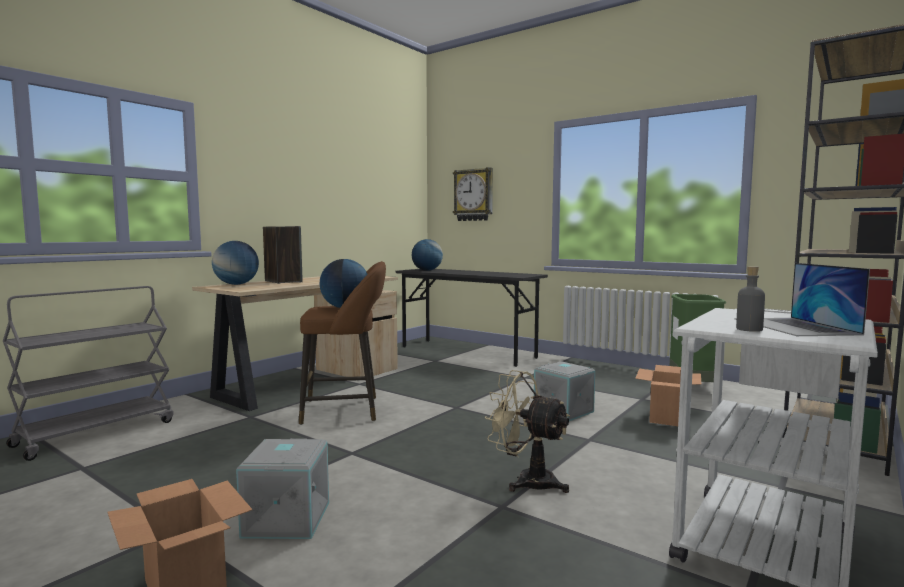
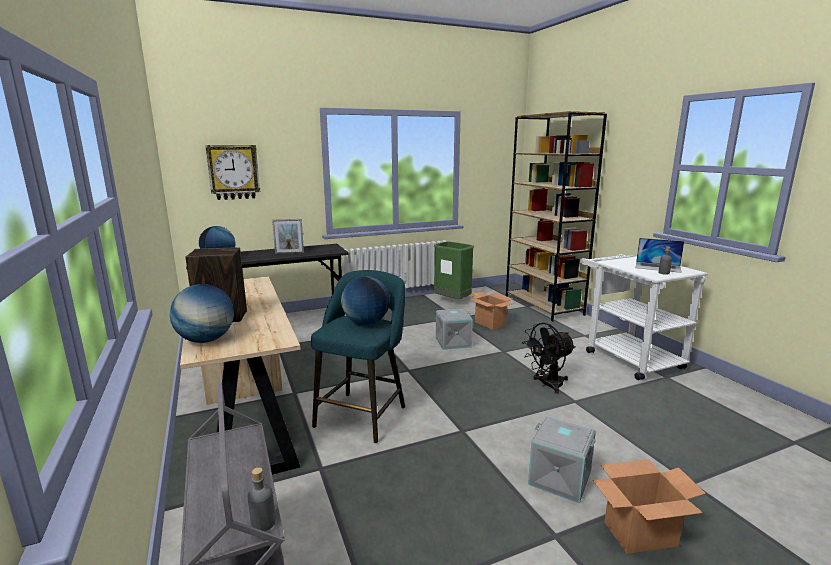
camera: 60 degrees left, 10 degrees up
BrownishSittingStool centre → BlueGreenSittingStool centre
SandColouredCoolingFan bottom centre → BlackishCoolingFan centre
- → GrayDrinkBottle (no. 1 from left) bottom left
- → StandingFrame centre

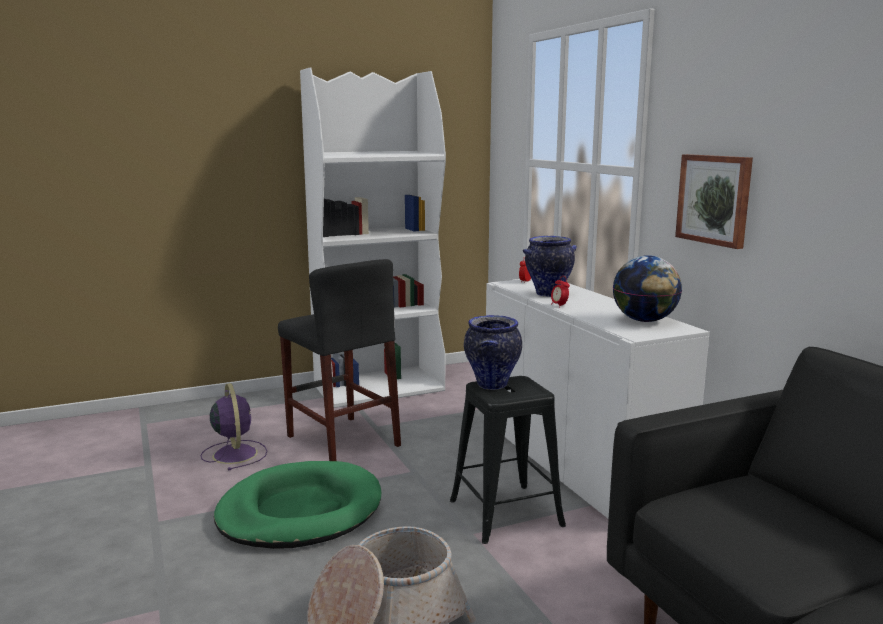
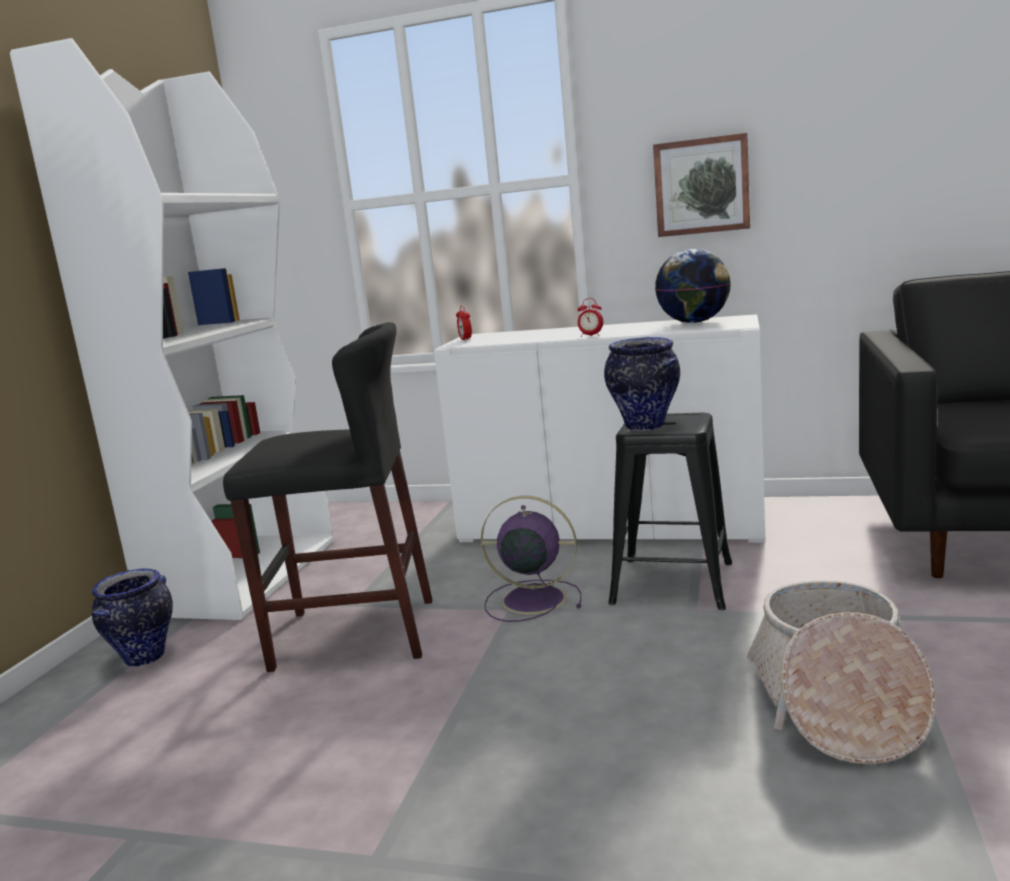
camera: 50 degrees left, 0 degrees up
PurpleColouredCoolingFan bottom left → PurpleColouredCoolingFan centre, shifted
GreenColouredDogCushion bottom centre → -
Vase (no. 2 from left in the first image) centre → Vase (no. 1 from left) bottom left, shifted

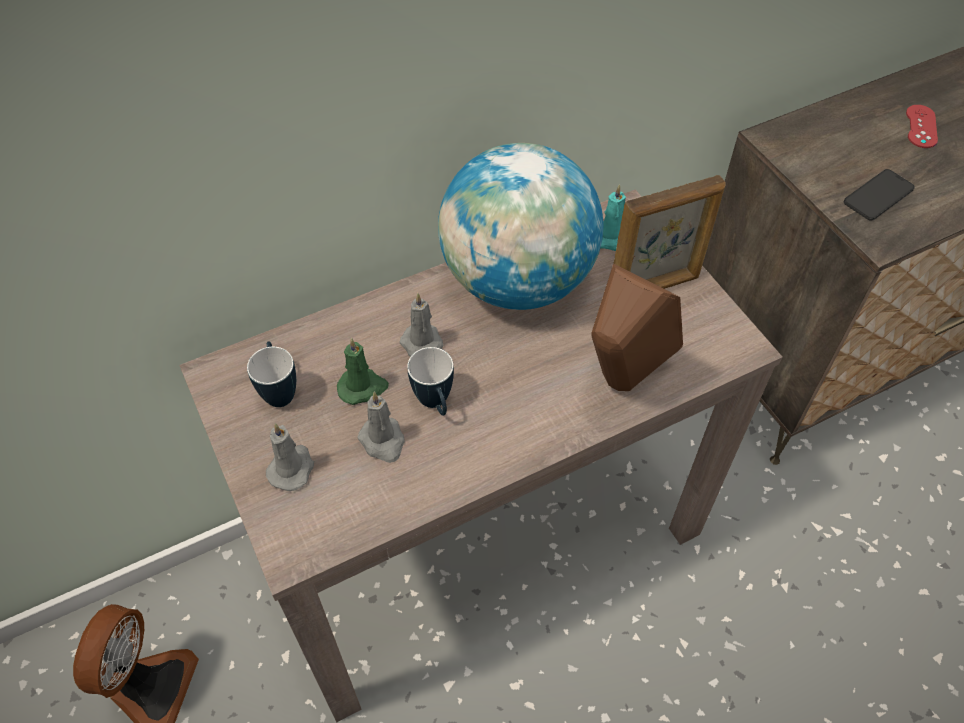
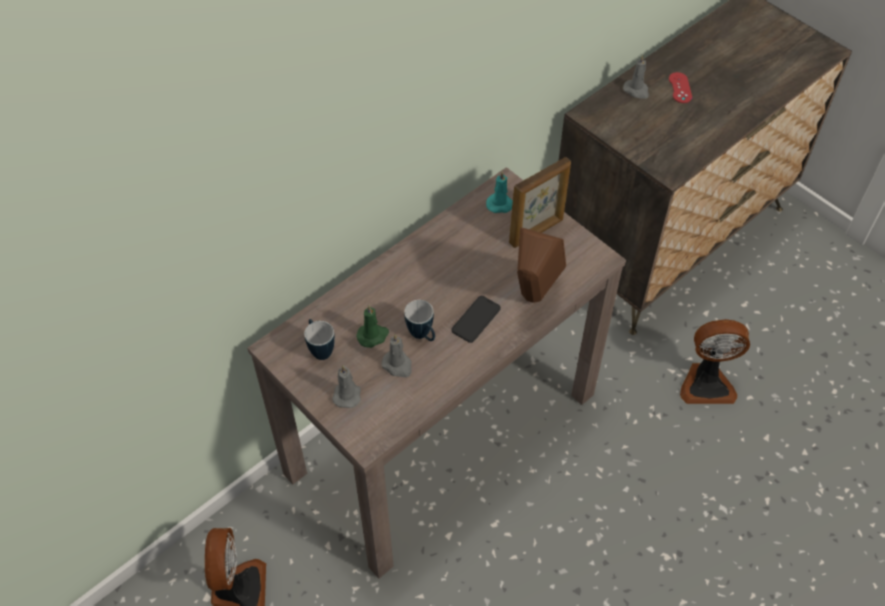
camera: 15 degrees left, 0 degrees up
GrayWaxCandle (no. 3 from left) centre → GrayWaxCandle (no. 3 from left) top right, shifted
Globe top centre → -
Phone top right → Phone centre, shifted
- → CoolingFan (no. 2 from left) middle right

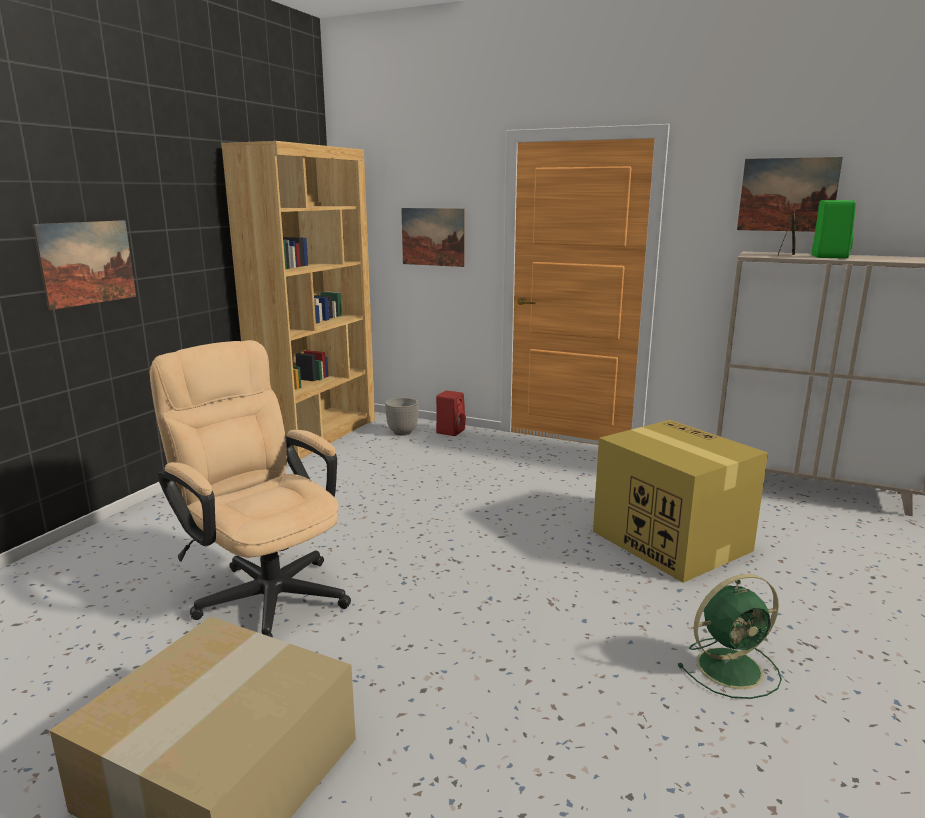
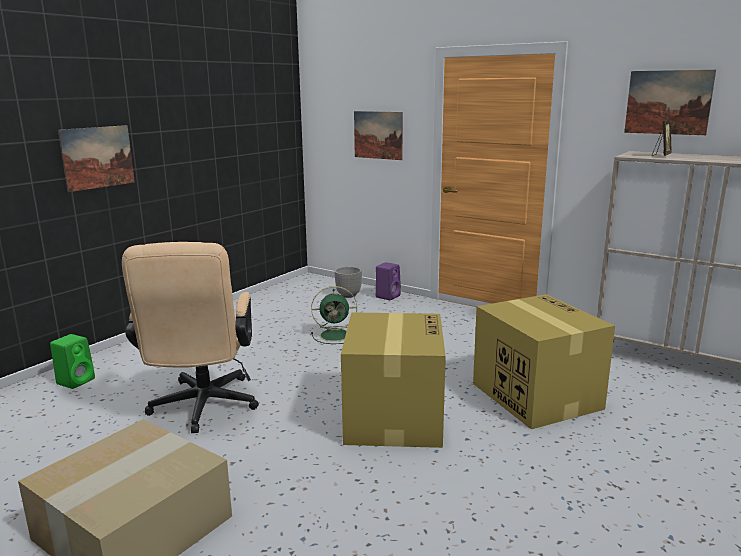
camera: 10 degrees right, 0 degrees up
SandColouredOfficeChair middle left, 150 degrees counterclockwise
BrownishShelvingUnit middle left → -
ReddishSpeaker centre → PurpleColouredSpeaker centre
GreenColouredCoolingFan bottom right → GreenColouredCoolingFan centre, shifted
GreenColouredSpeaker top right → GreenColouredSpeaker middle left, shifted
- → PackingBox (no. 2 from left) bottom centre

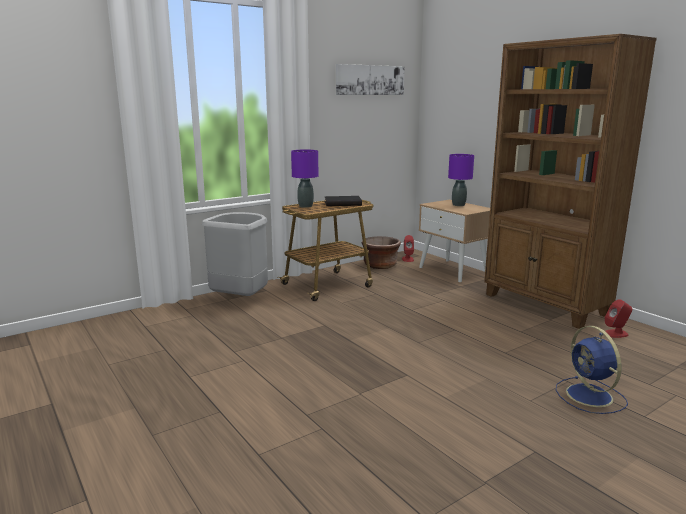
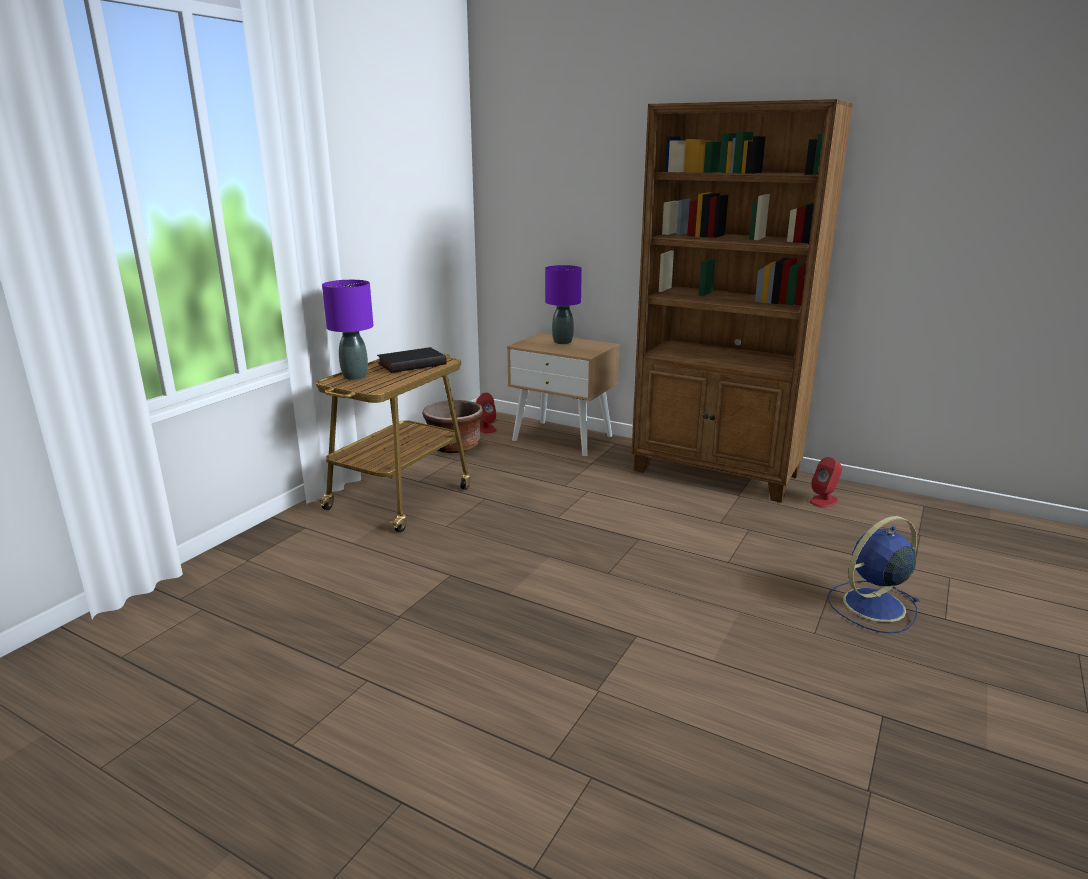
camera: 25 degrees left, 5 degrees up
GrayWasteBin centre → -
Picture top centre → -
BlueCoolingFan bottom right → BlueCoolingFan middle right, 105 degrees clockwise

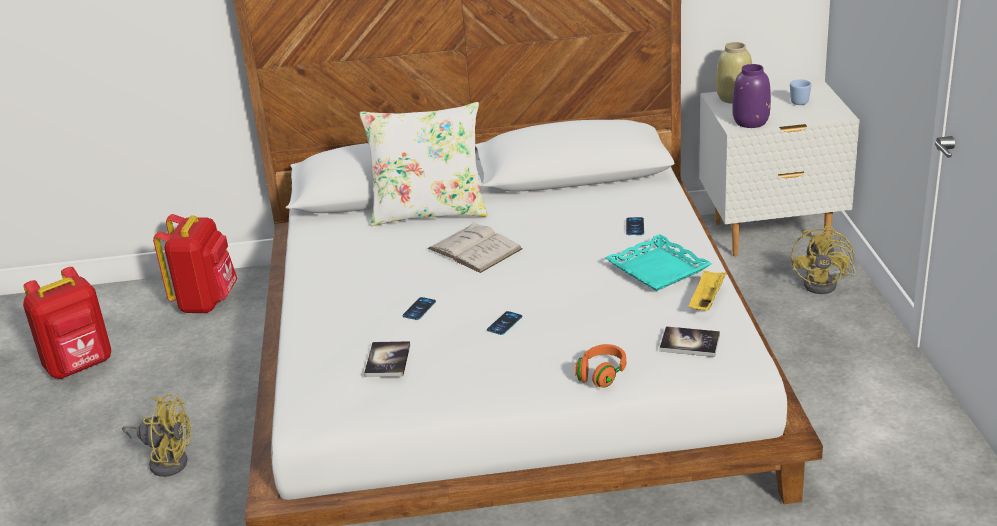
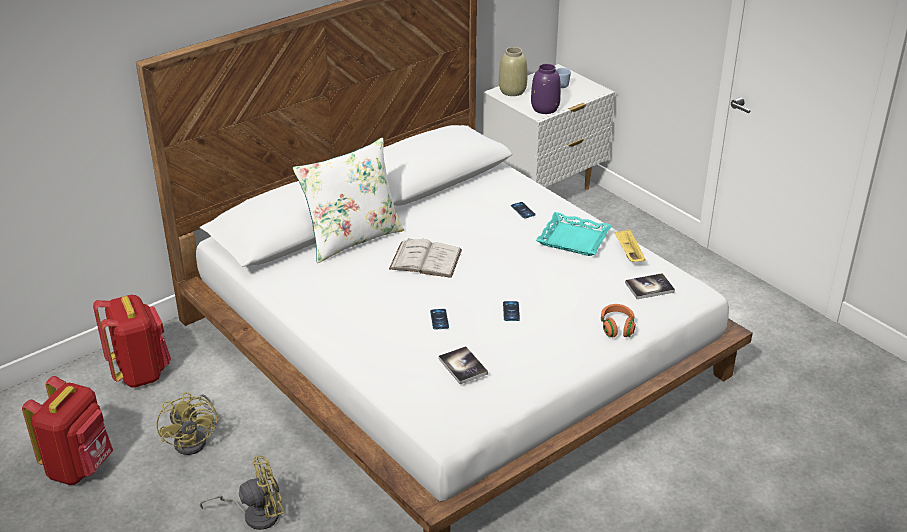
camera: 35 degrees left, 5 degrees up
YellowColouredCoolingFan (no. 2 from left in the first image) middle right → YellowColouredCoolingFan (no. 1 from left) bottom left, shifted

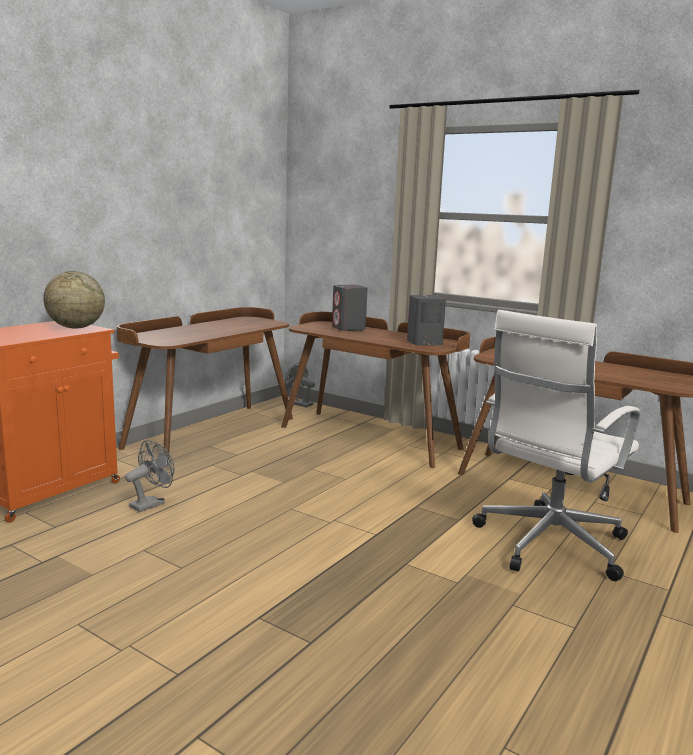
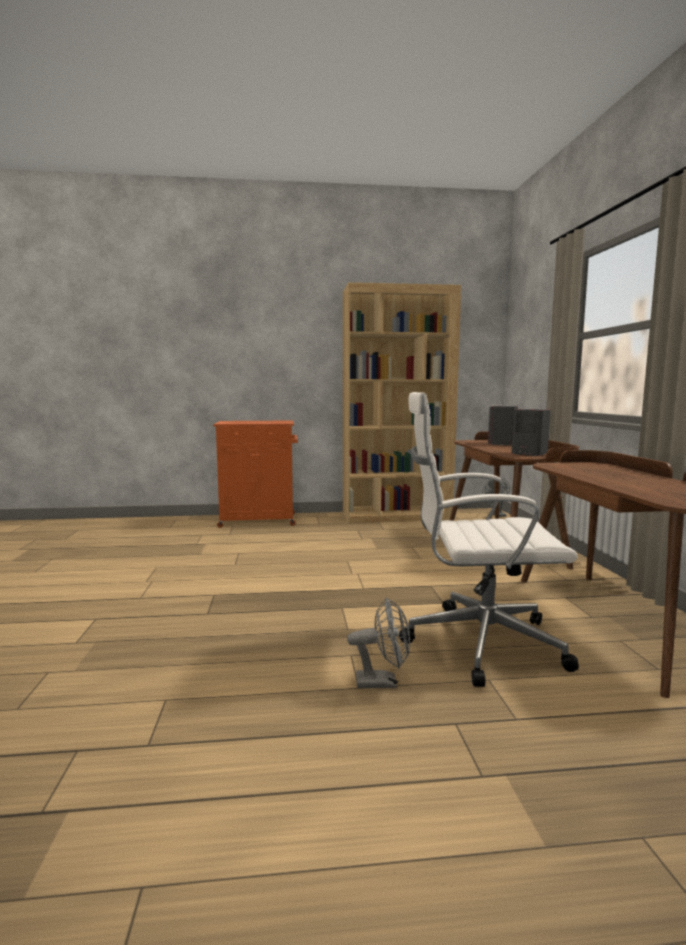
camera: 50 degrees right, 5 degrees down
Globe middle left → -
BrownishDesk (no. 1 from left) middle left → BrownishShelvingUnit centre
GrayCoolingFan (no. 1 from left) middle left → GrayCoolingFan (no. 1 from left) bottom centre, shifted

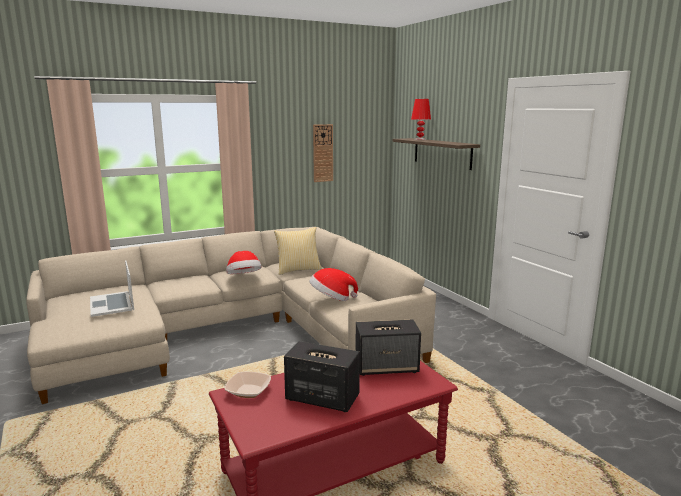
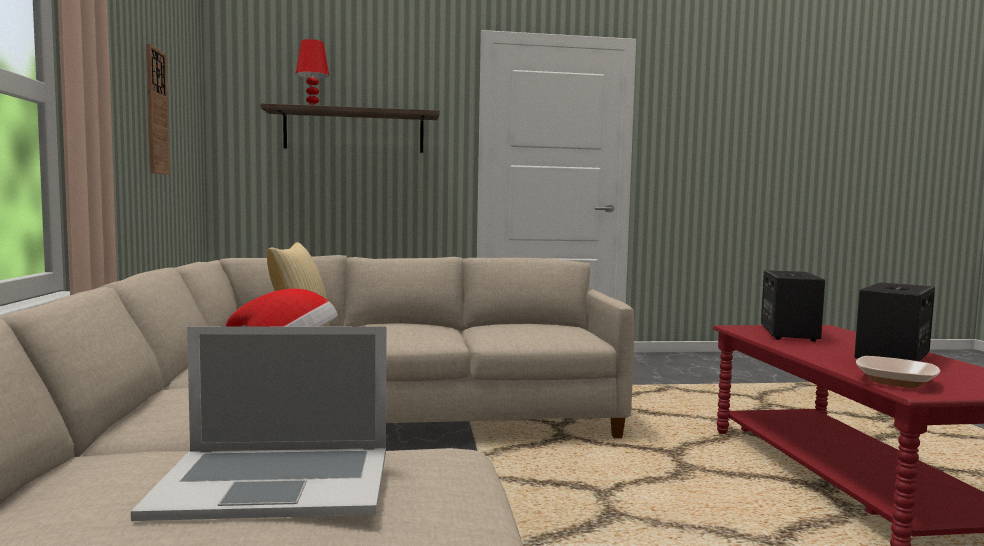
camera: 70 degrees left, 10 degrees down
ClothingHat (no. 2 from left) centre → -

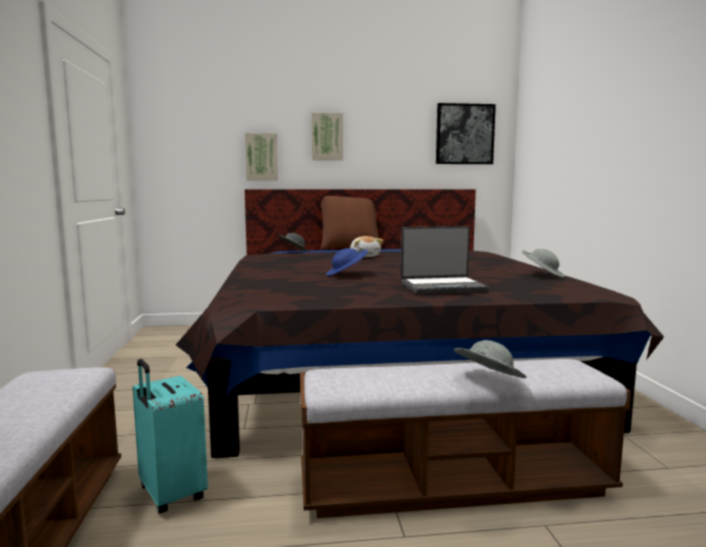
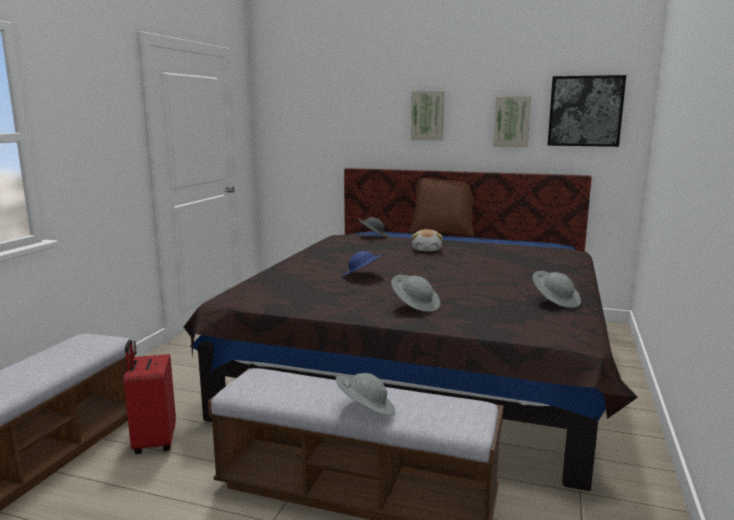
camera: 25 degrees right, 5 degrees up
BlueGreenSuitcase bottom left → ReddishSuitcase bottom left
Picture (no. 1 from left in the first image) top centre → Picture (no. 2 from left) top right, shifted
Laptop centre → GrayClothingHat (no. 3 from left) centre

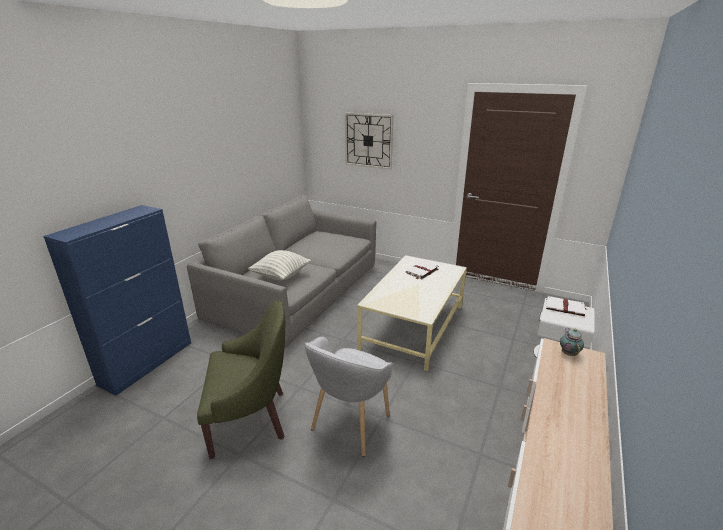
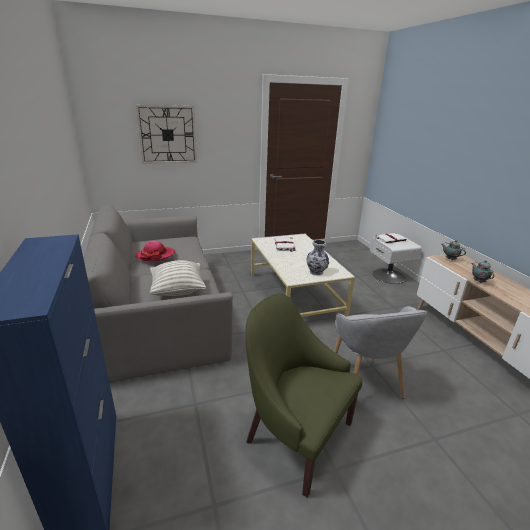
camera: 45 degrees left, 0 degrees up
GreenColouredLoungeChair bottom centre, 90 degrees counterclockwise
- → ClothingHat middle left
- → Vase centre
- → PotForTea (no. 2 from left) middle right

